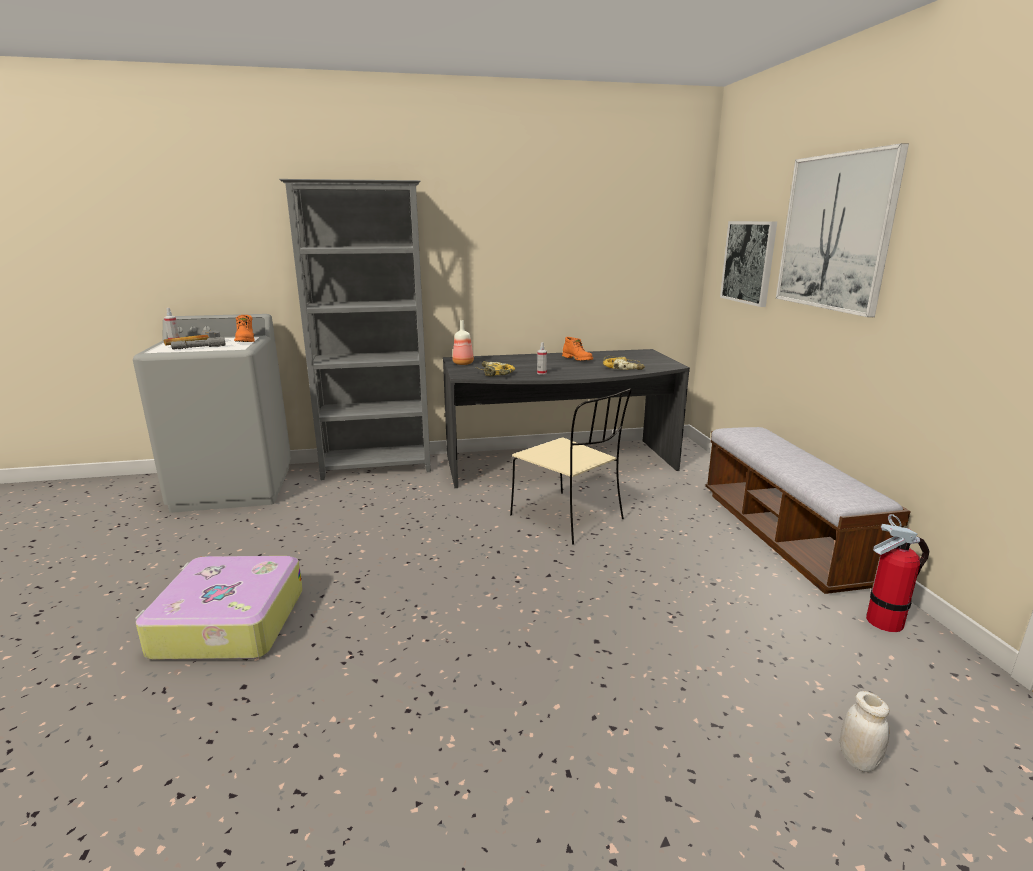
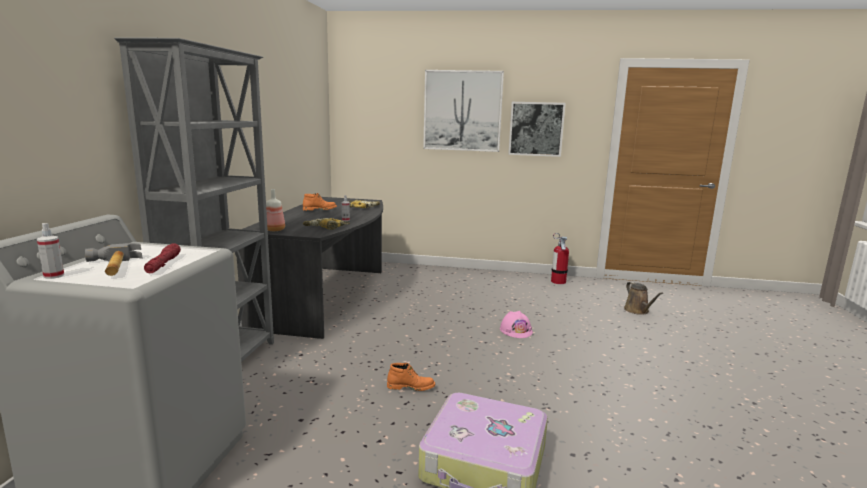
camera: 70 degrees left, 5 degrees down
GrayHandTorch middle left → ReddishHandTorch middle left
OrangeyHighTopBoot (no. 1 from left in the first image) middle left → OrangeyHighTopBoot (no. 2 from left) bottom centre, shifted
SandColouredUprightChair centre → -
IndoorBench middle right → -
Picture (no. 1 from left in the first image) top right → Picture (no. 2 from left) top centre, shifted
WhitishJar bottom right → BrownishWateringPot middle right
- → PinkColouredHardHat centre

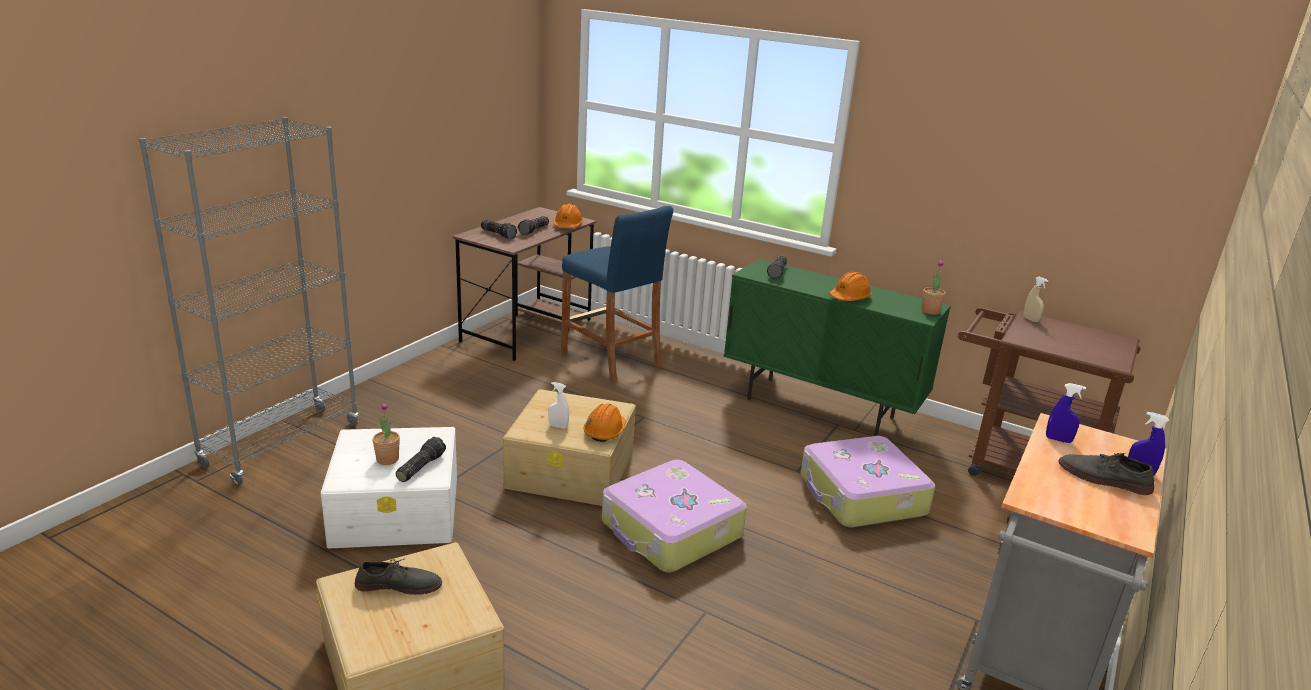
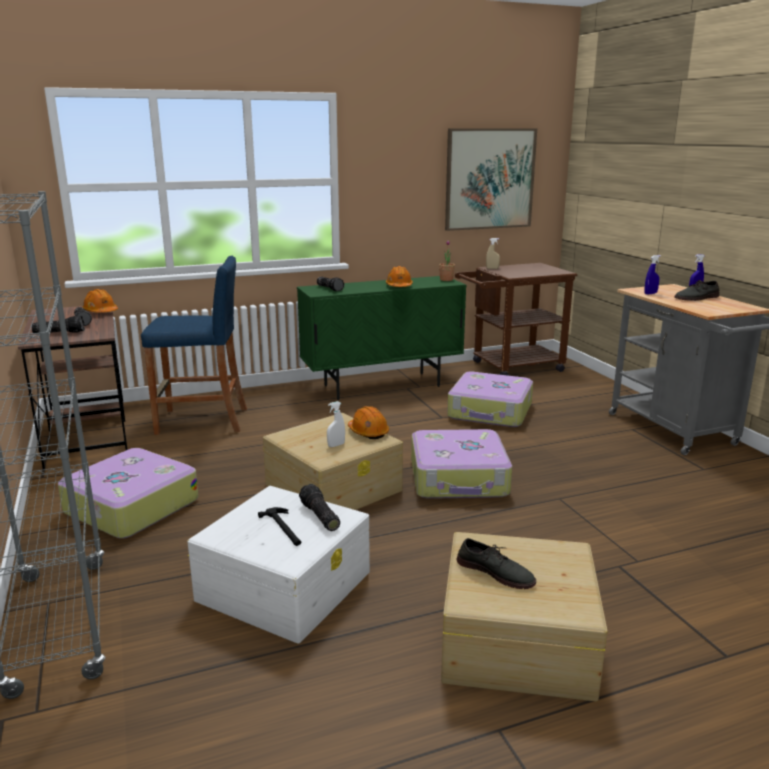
camera: 50 degrees left, 5 degrees down
GrayLowShoe (no. 1 from left) bottom left → GrayLowShoe (no. 1 from left) bottom centre, 90 degrees clockwise
Houseplant (no. 1 from left) middle left → Hammer bottom centre
- → Suitcase (no. 1 from left) middle left
- → Picture top centre

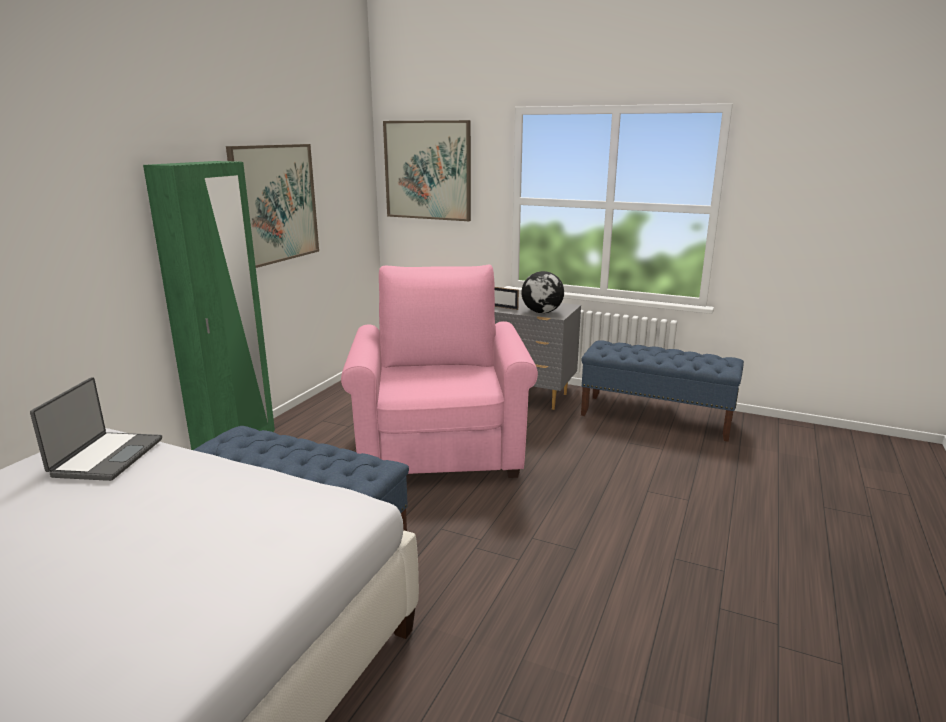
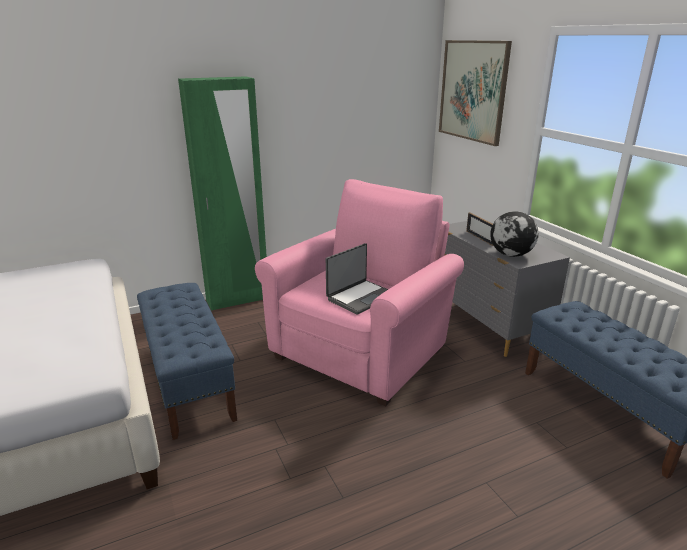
camera: 40 degrees right, 5 degrees up
Laptop middle left → Laptop centre, shifted
Picture (no. 1 from left) top left → -

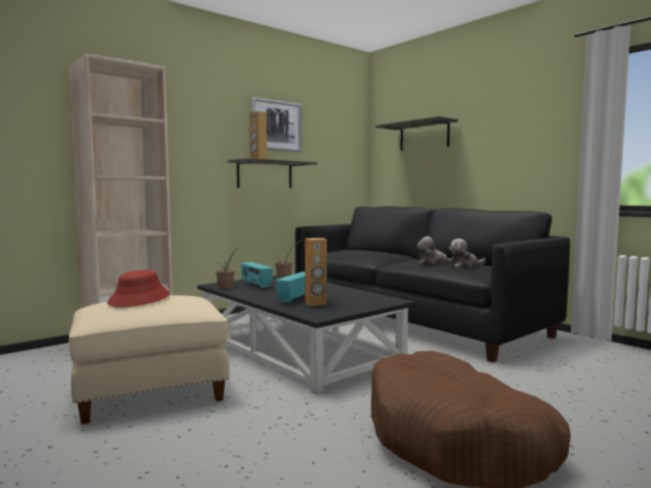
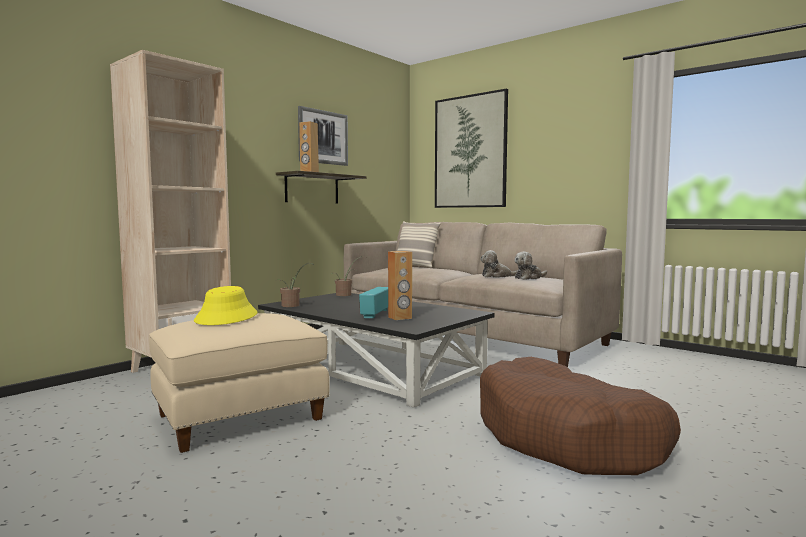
camera: 10 degrees left, 0 degrees up
ReddishClothingHat middle left → YellowColouredClothingHat middle left
RadioSet (no. 1 from left) centre → -
BlackishSettee centre → SandColouredSettee centre
WallShelf (no. 2 from left) top centre → Picture (no. 2 from left) top centre
- → ThrowPillow centre

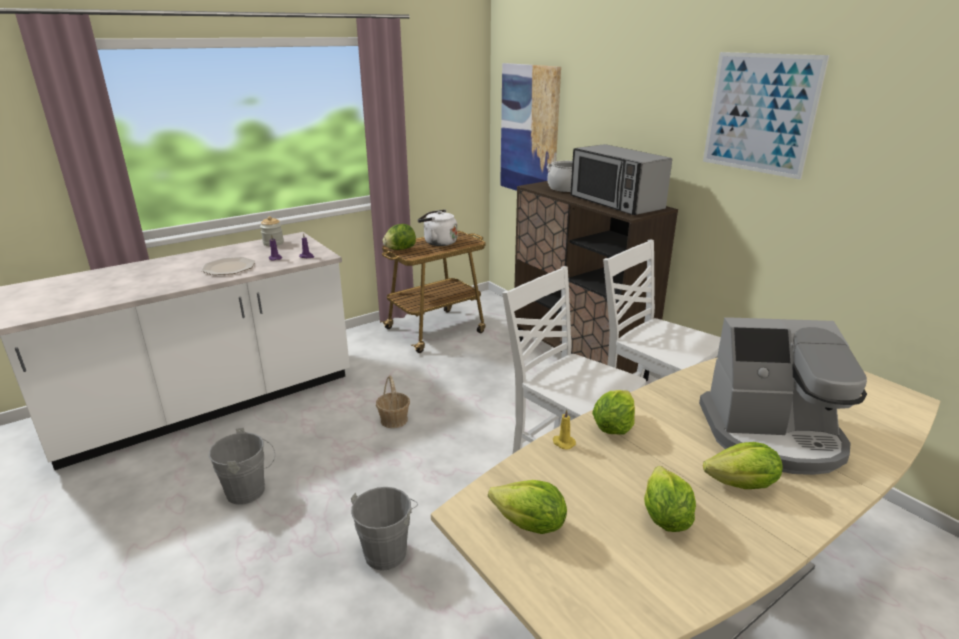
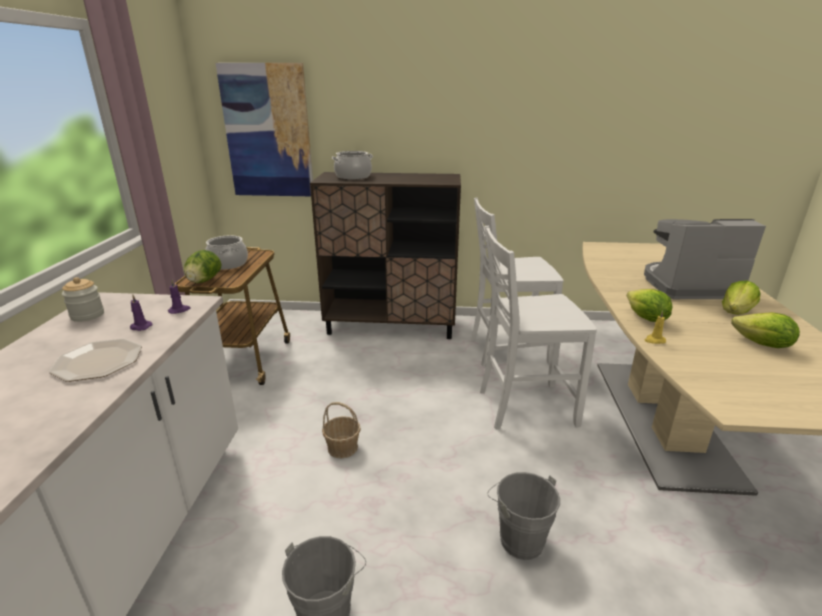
camera: 50 degrees left, 0 degrees up
WhitishKettle centre → Saucepot (no. 1 from left) middle left
HeadOfLettuce (no. 2 from left) bottom centre → -
Microwave top centre → -
CoffeeBrewer middle right, 135 degrees counterclockwise
Picture (no. 2 from left) top right → -

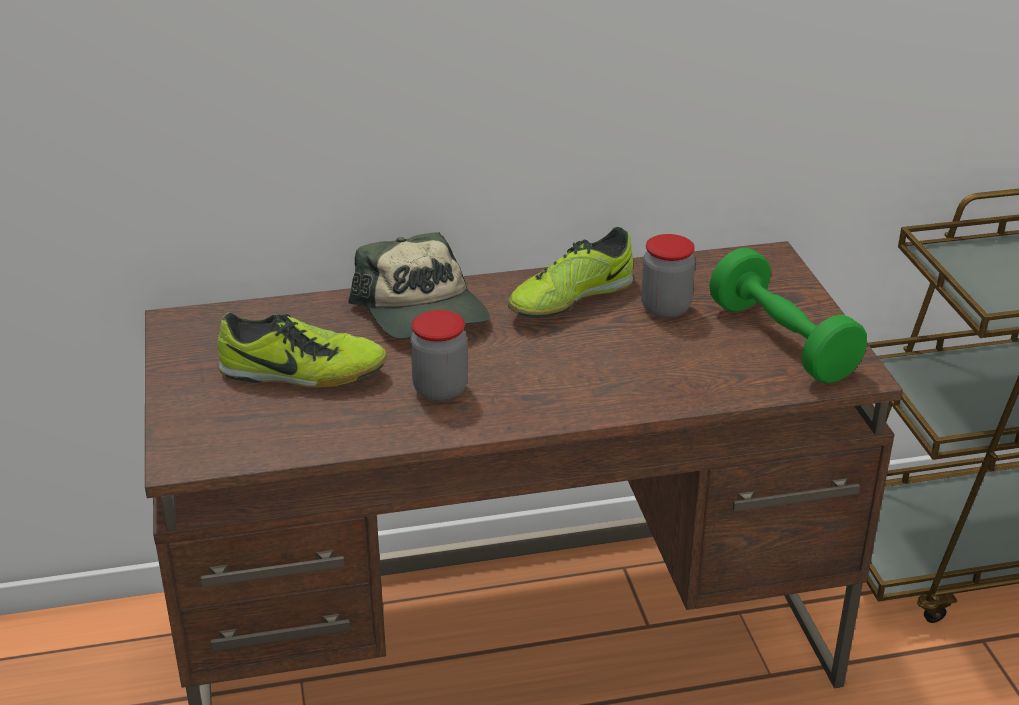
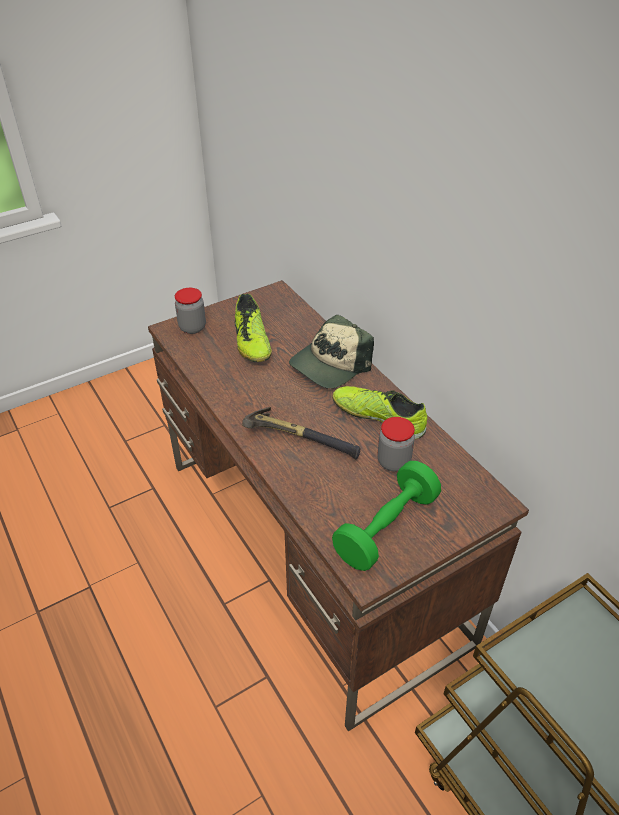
camera: 70 degrees right, 10 degrees up
Jar (no. 1 from left) centre → Jar (no. 1 from left) middle left, shifted
- → Hammer centre

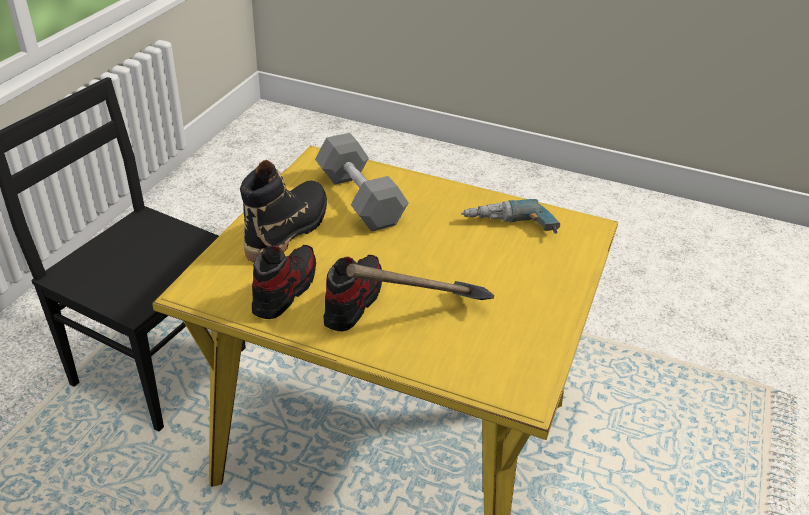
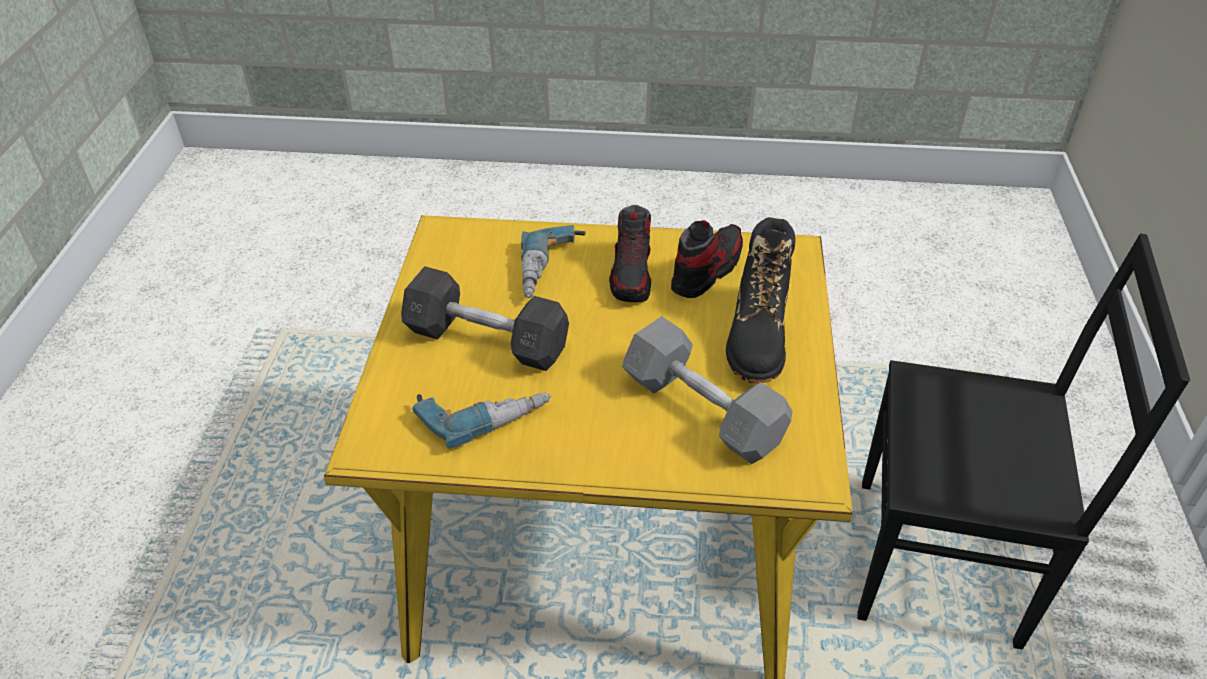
camera: 165 degrees right, 5 degrees up
LowShoe (no. 1 from left in the first image) centre → LowShoe (no. 2 from left) centre, 150 degrees counterclockwise
Hammer centre → PowerDrill (no. 2 from left) centre
- → GrayFreeWeight (no. 1 from left) centre

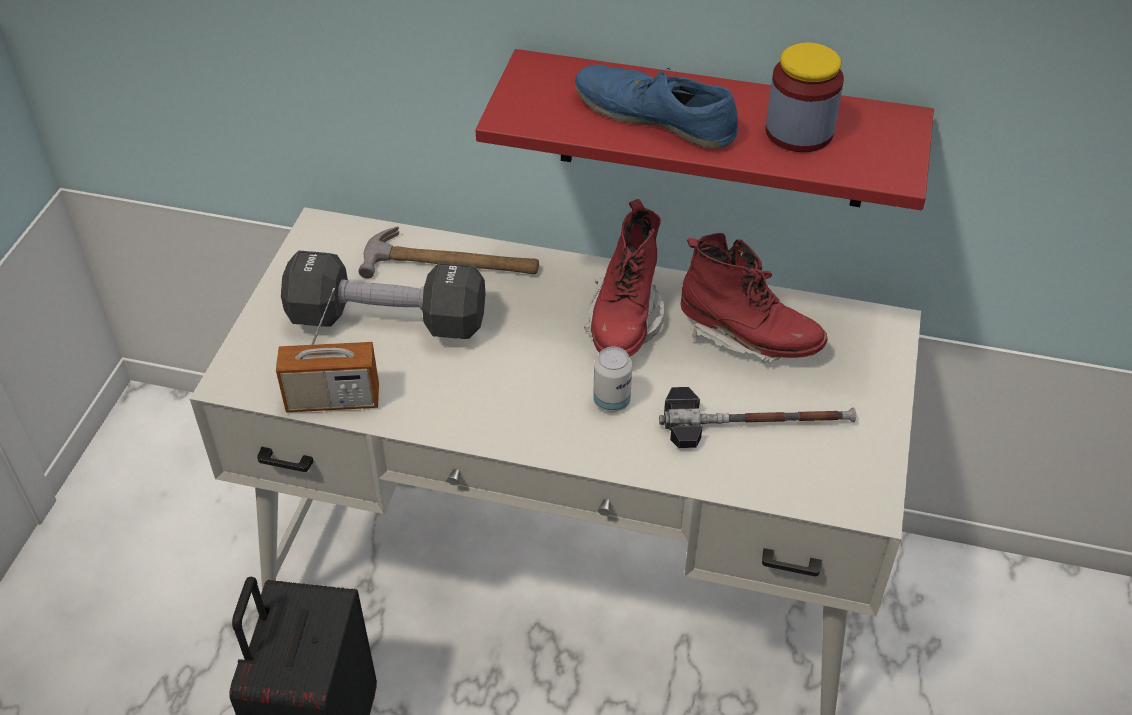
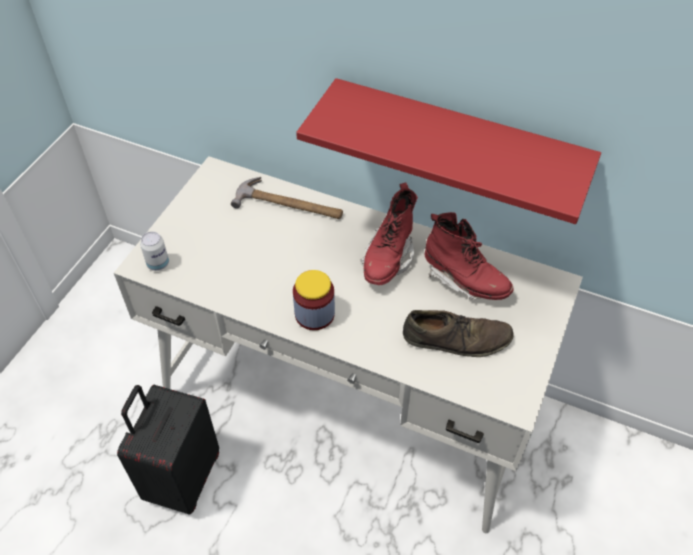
camera: 10 degrees right, 5 degrees up
RadioSet middle left → -
BlackishFreeWeight centre → -
BlueLowShoe top centre → -
MetalCan centre → MetalCan middle left, shifted
Hammer (no. 2 from left) middle right → BrownishLowShoe centre
Jar top right → Jar centre, shifted

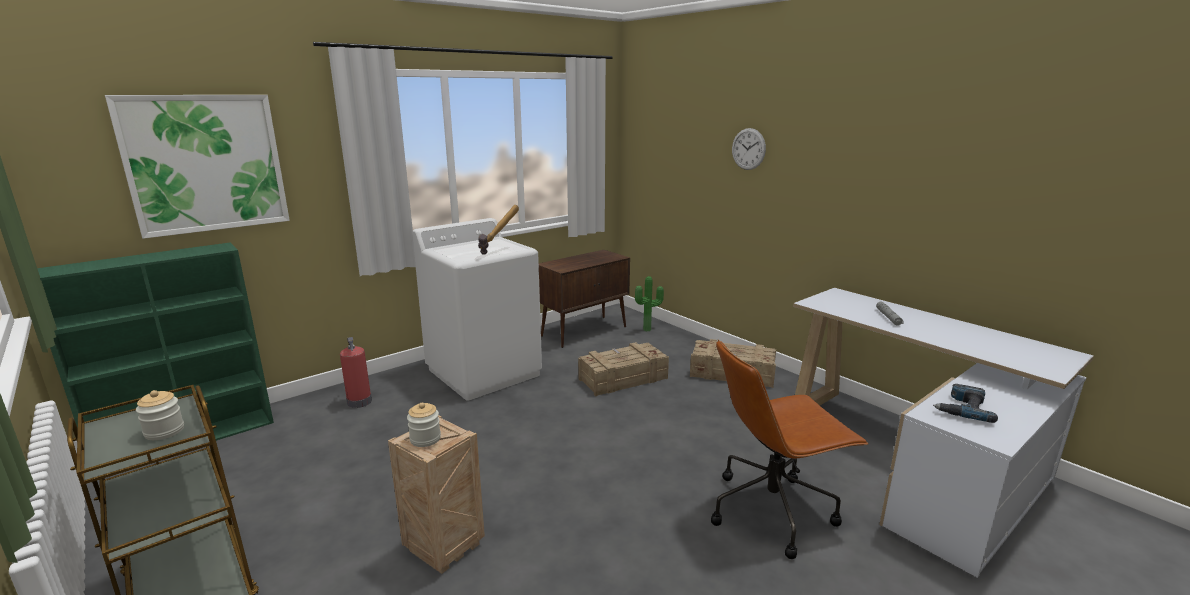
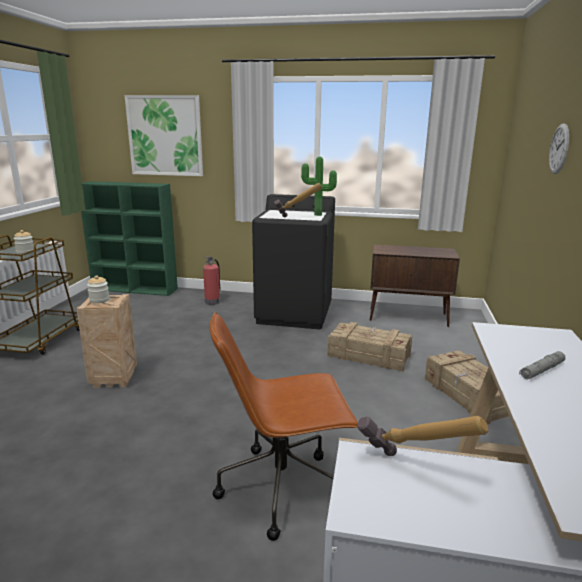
camera: 50 degrees right, 0 degrees up
WhitishLaundryMachine centre → BlackishLaundryMachine centre
Houseplant centre → Houseplant top centre, shifted
BrownishOfficeChair bottom centre, 45 degrees counterclockwise
PowerDrill bottom right → Hammer (no. 2 from left) bottom right

